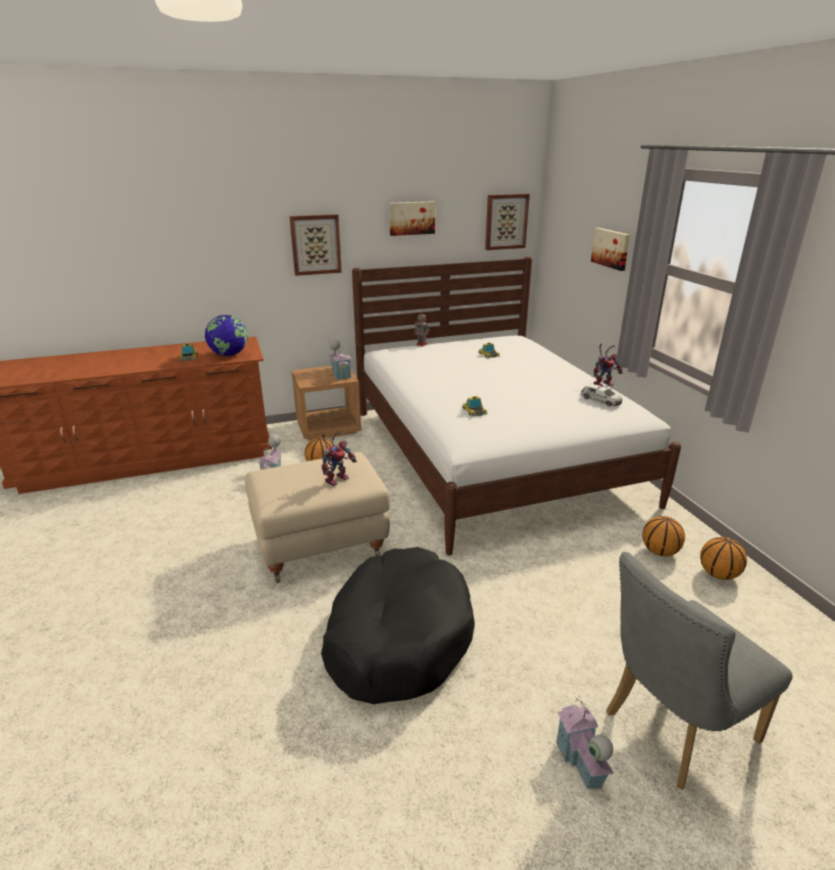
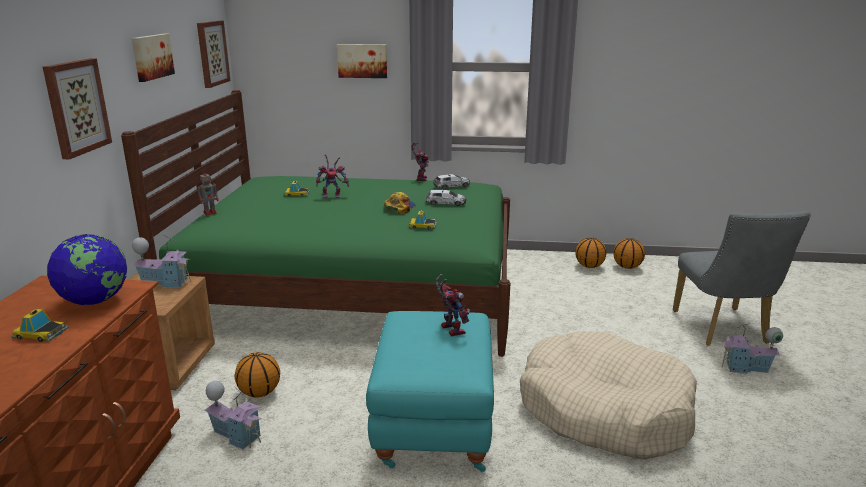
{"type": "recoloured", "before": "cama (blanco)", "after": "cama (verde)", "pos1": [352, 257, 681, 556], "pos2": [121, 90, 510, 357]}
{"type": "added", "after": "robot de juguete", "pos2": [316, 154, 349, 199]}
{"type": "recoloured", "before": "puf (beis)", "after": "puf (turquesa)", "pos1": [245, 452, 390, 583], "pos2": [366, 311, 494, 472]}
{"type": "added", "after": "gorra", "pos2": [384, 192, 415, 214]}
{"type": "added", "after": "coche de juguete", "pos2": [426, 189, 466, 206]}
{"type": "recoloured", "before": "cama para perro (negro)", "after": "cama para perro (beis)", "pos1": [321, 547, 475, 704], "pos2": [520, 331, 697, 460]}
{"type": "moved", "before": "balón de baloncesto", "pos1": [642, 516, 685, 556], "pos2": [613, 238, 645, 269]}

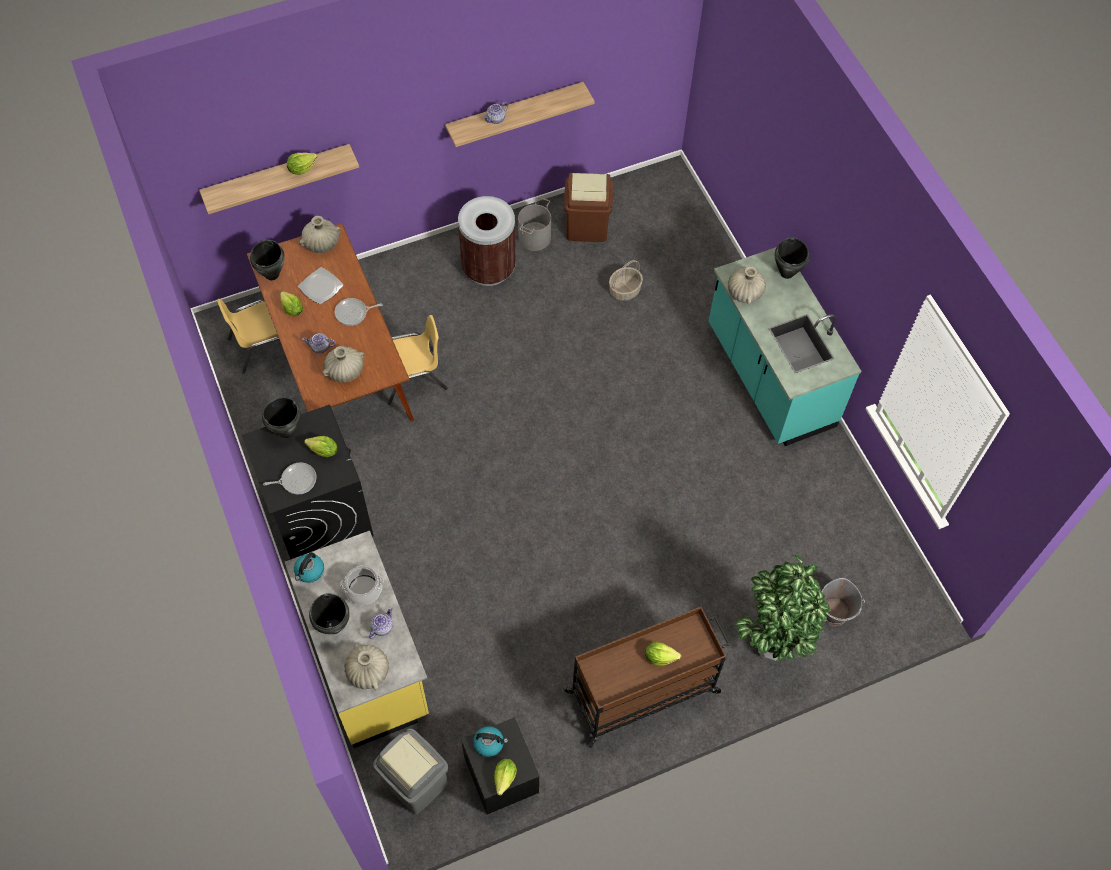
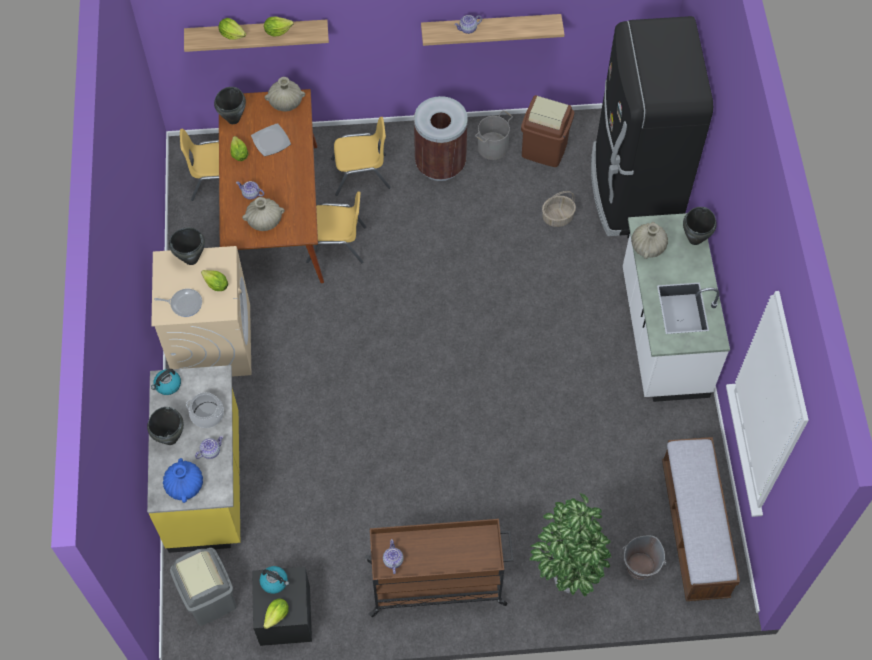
{"type": "recoloured", "before": "lavadora (negro)", "after": "lavadora (beis)", "pos1": [242, 405, 374, 559], "pos2": [151, 246, 251, 376]}
{"type": "recoloured", "before": "florero (beis)", "after": "florero (azul)", "pos1": [344, 644, 389, 691], "pos2": [163, 458, 203, 503]}
{"type": "moved", "before": "lechuga", "pos1": [645, 642, 681, 666], "pos2": [218, 18, 246, 40]}
{"type": "added", "after": "silla (amarillo)", "pos2": [331, 117, 391, 196]}
{"type": "added", "after": "tetera", "pos2": [383, 539, 404, 574]}
{"type": "added", "after": "nevera (negro)", "pos2": [591, 16, 713, 236]}
{"type": "recoloured", "before": "mueble bajo de cocina (turquesa)", "after": "mueble bajo de cocina (blanco)", "pos1": [708, 247, 861, 446], "pos2": [623, 213, 730, 402]}
{"type": "added", "after": "banco", "pos2": [662, 437, 740, 601]}
{"type": "removed", "before": "sartén", "pos1": [335, 298, 383, 326]}

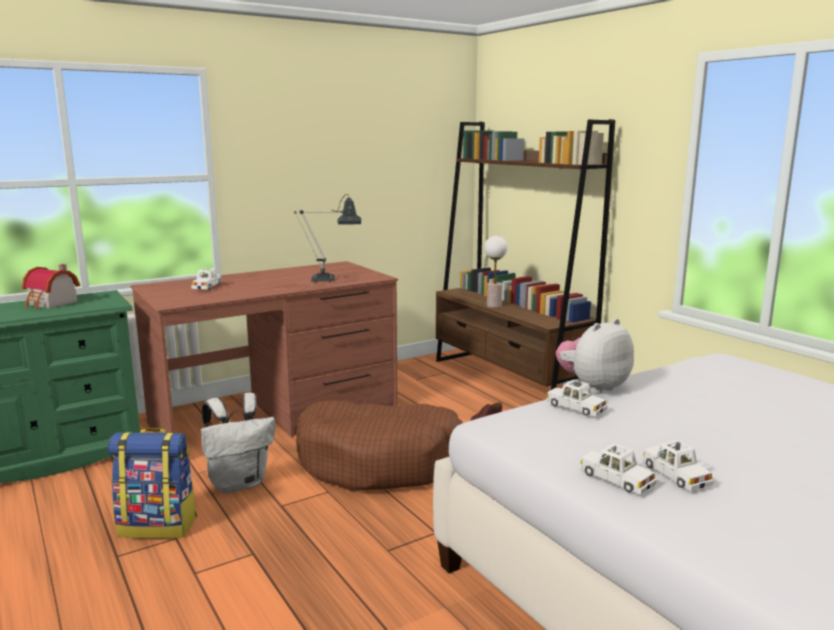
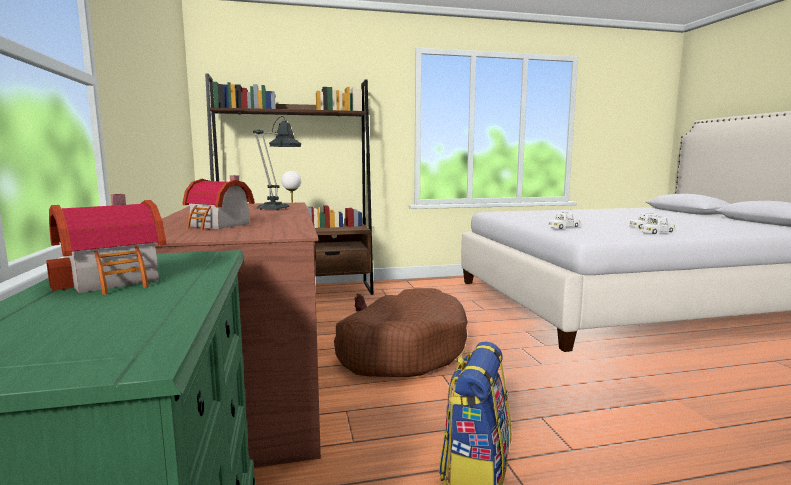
{"type": "replaced", "before": "coche de juguete (blanco)", "after": "casita", "pos1": [191, 268, 222, 290], "pos2": [182, 175, 255, 230]}
{"type": "removed", "before": "mochila (blanco)", "pos1": [201, 393, 275, 493]}
{"type": "removed", "before": "peluche", "pos1": [556, 318, 634, 394]}

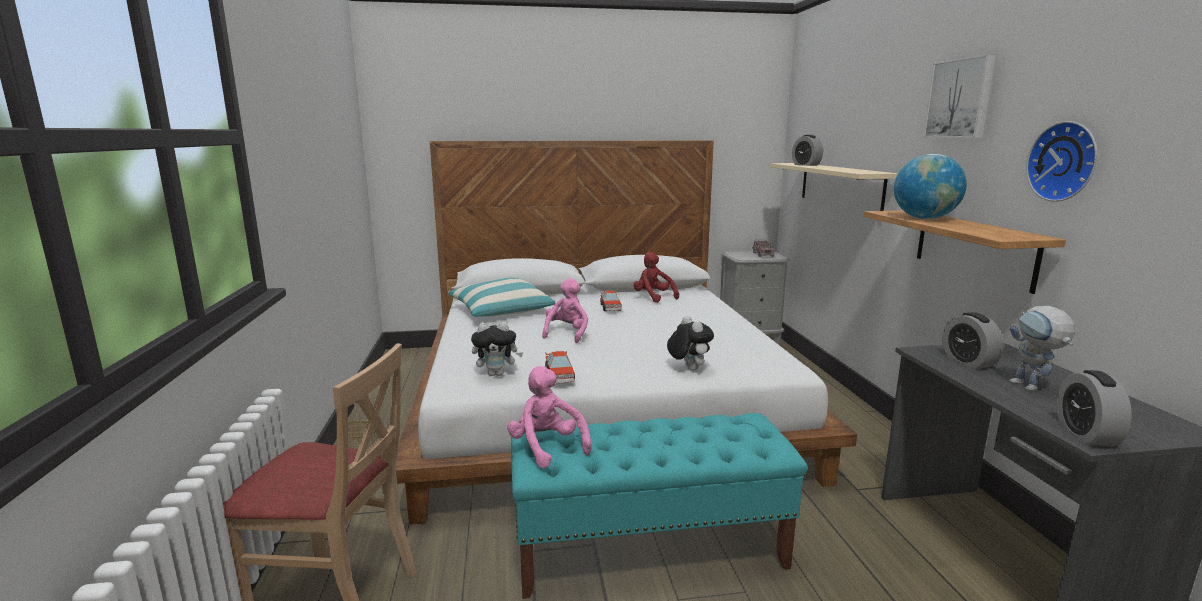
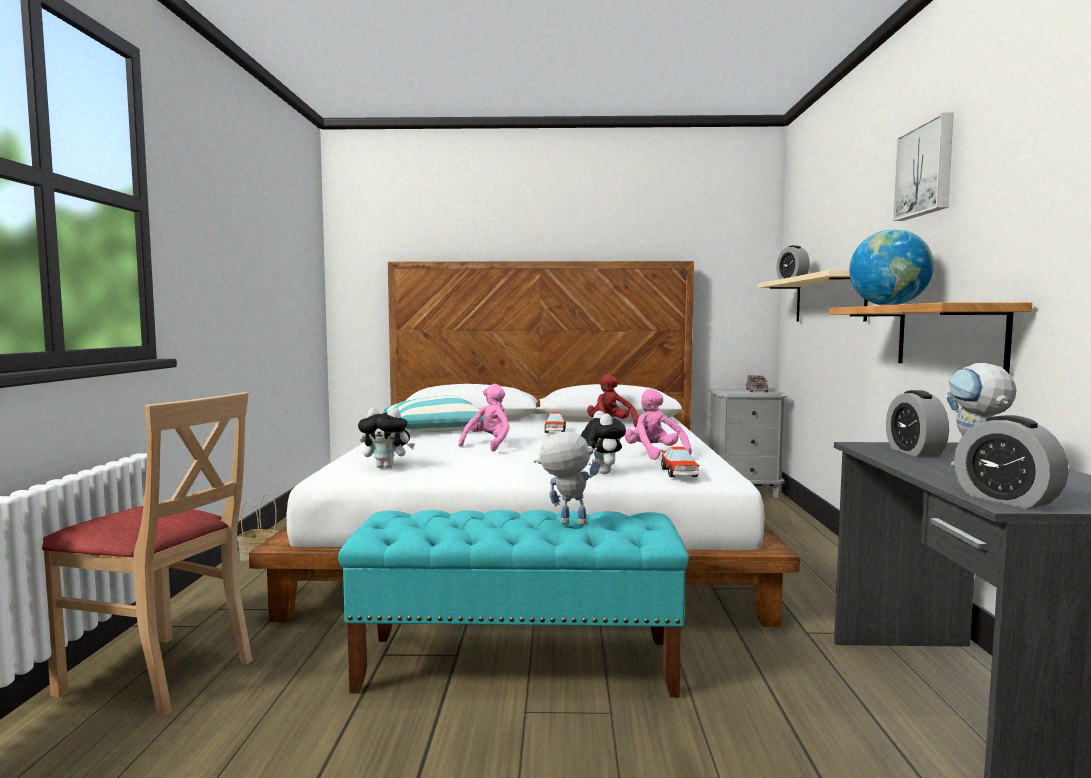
{"type": "added", "after": "robot de juguete", "pos2": [534, 431, 600, 525]}
{"type": "moved", "before": "peluche (rosa)", "pos1": [507, 366, 592, 468], "pos2": [624, 389, 692, 460]}
{"type": "moved", "before": "coche de juguete", "pos1": [545, 351, 575, 383], "pos2": [661, 446, 699, 477]}
{"type": "turned", "before": "despertador", "pos1": [1056, 370, 1132, 447], "pos2": [954, 415, 1069, 509], "turn": -45}
{"type": "removed", "before": "reloj de pared", "pos1": [1026, 121, 1097, 202]}

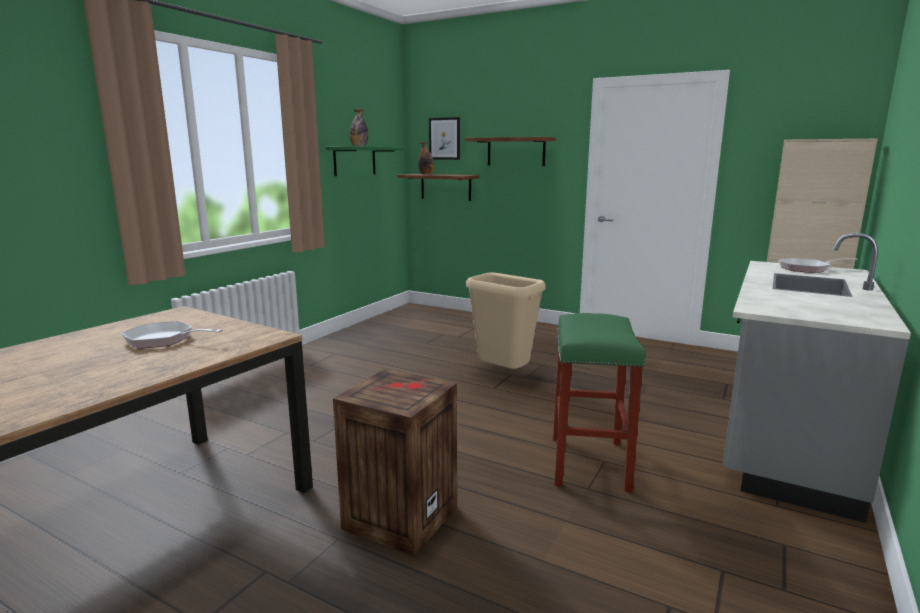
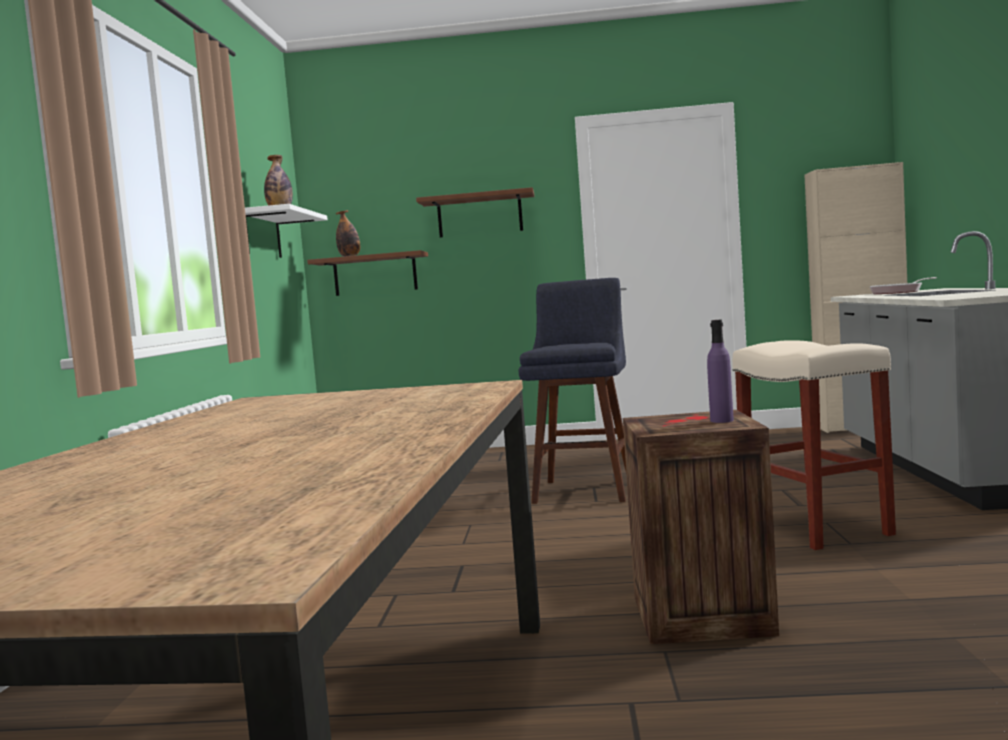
{"type": "recoloured", "before": "estante (verde)", "after": "estante (blanco)", "pos1": [326, 146, 405, 176], "pos2": [245, 204, 328, 258]}
{"type": "replaced", "before": "papelera (beis)", "after": "taburete (azul)", "pos1": [466, 273, 545, 369], "pos2": [519, 278, 626, 504]}
{"type": "added", "after": "botella (morado)", "pos2": [707, 320, 734, 423]}
{"type": "recoloured", "before": "taburete (verde)", "after": "taburete (beis)", "pos1": [553, 313, 645, 492], "pos2": [732, 340, 896, 550]}
{"type": "removed", "before": "sartén", "pos1": [121, 321, 223, 349]}
{"type": "removed", "before": "cuadro", "pos1": [429, 117, 460, 160]}

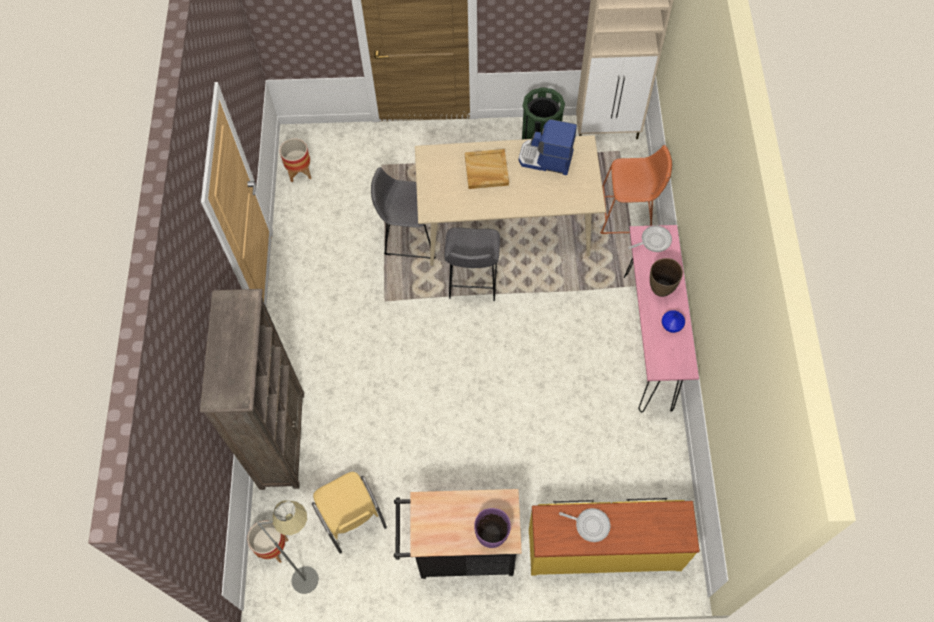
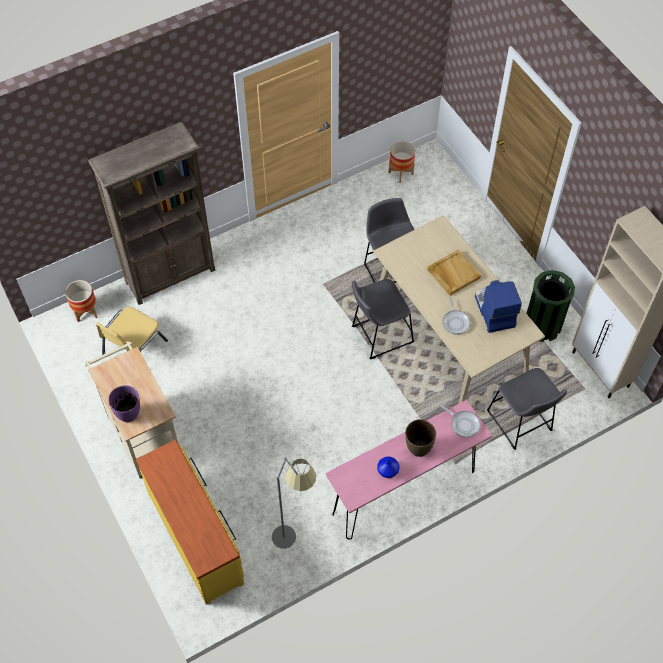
{"type": "recoloured", "before": "carrito (negro)", "after": "carrito (beis)", "pos1": [394, 489, 522, 579], "pos2": [84, 341, 178, 479]}
{"type": "moved", "before": "lámpara de pie (gris)", "pos1": [257, 500, 319, 594], "pos2": [272, 457, 316, 548]}
{"type": "moved", "before": "sartén", "pos1": [559, 508, 610, 542], "pos2": [442, 297, 470, 335]}
{"type": "recoloured", "before": "taburete (naranja)", "after": "taburete (gris)", "pos1": [600, 145, 672, 234], "pos2": [487, 368, 567, 450]}

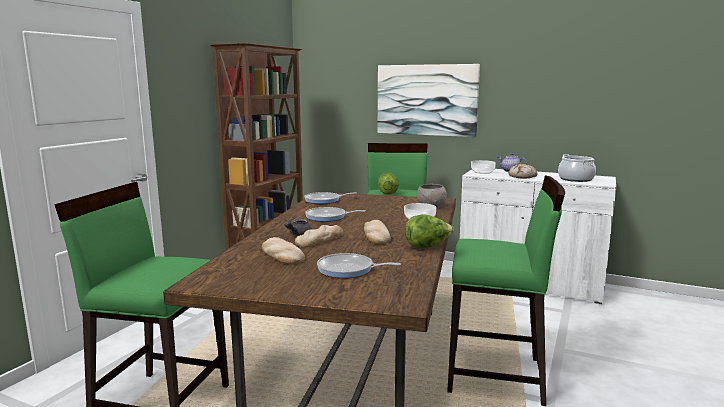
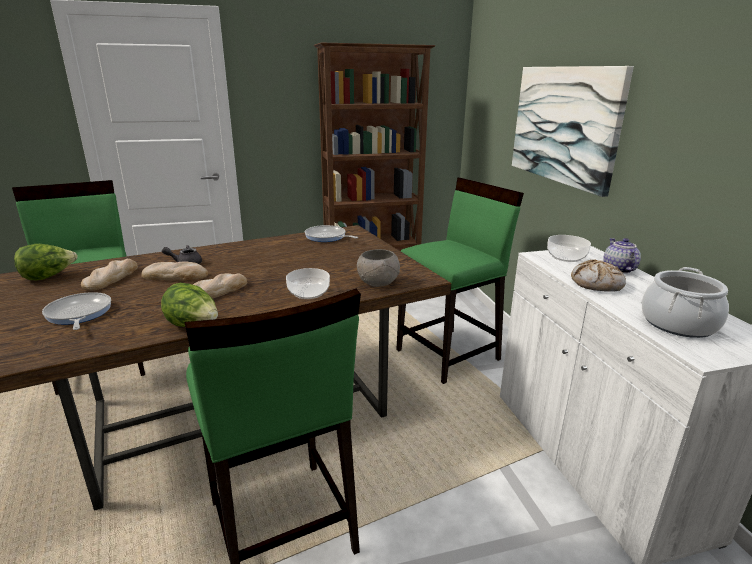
{"type": "moved", "before": "lechuga", "pos1": [378, 173, 399, 195], "pos2": [14, 244, 78, 280]}
{"type": "removed", "before": "sartén", "pos1": [305, 207, 366, 222]}

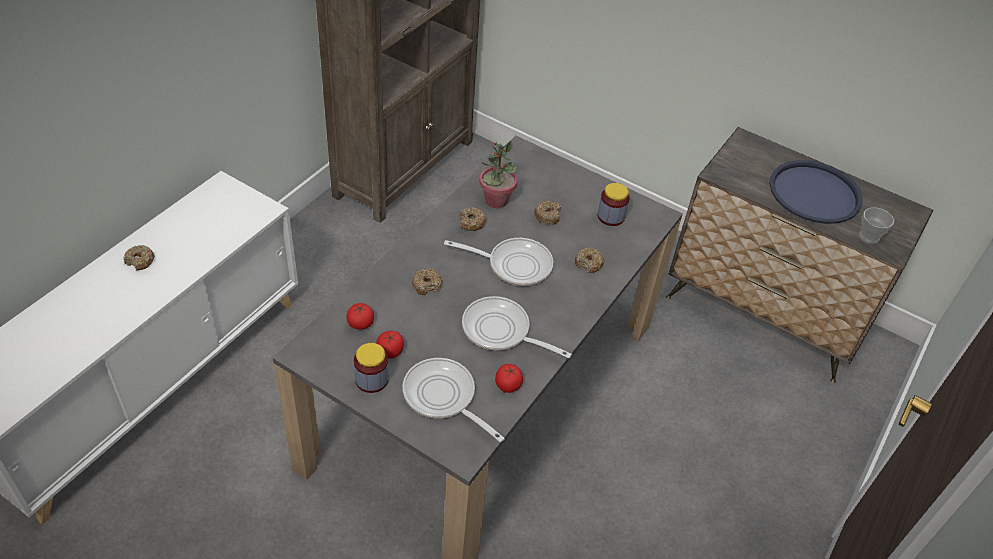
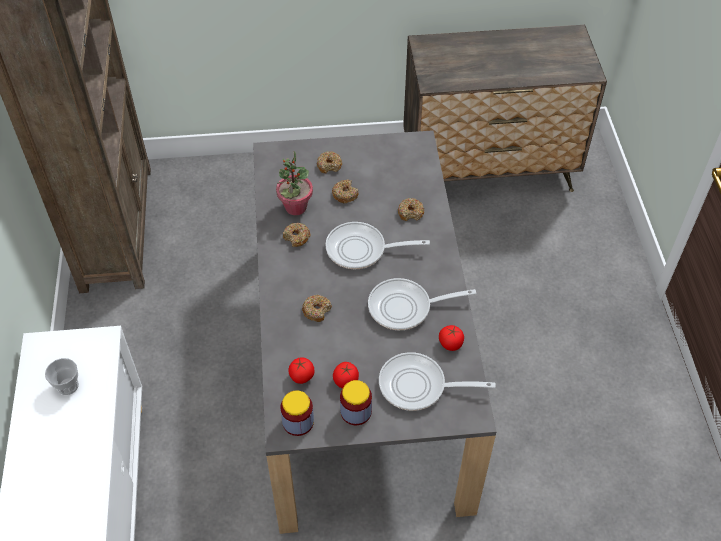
{"type": "moved", "before": "taza", "pos1": [859, 208, 894, 244], "pos2": [45, 358, 79, 395]}
{"type": "moved", "before": "tarro", "pos1": [598, 183, 630, 226], "pos2": [280, 390, 314, 436]}
{"type": "moved", "before": "rosquilla", "pos1": [123, 245, 155, 270], "pos2": [317, 151, 342, 174]}
{"type": "turned", "before": "sartén", "pos1": [444, 238, 553, 286], "pos2": [325, 222, 430, 269], "turn": -150}
{"type": "removed", "before": "bandeja (azul)", "pos1": [770, 160, 863, 224]}

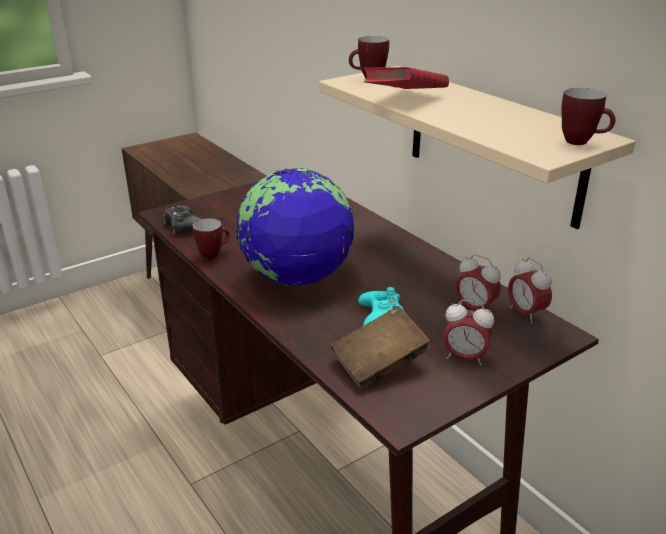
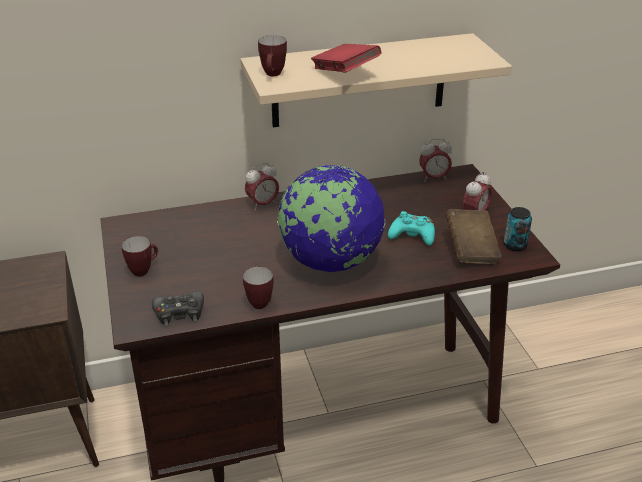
{"type": "moved", "before": "taza grande", "pos1": [562, 88, 615, 145], "pos2": [121, 236, 158, 277]}
{"type": "moved", "before": "despertador", "pos1": [455, 254, 501, 310], "pos2": [245, 162, 279, 210]}
{"type": "added", "after": "lata", "pos2": [503, 207, 532, 251]}

